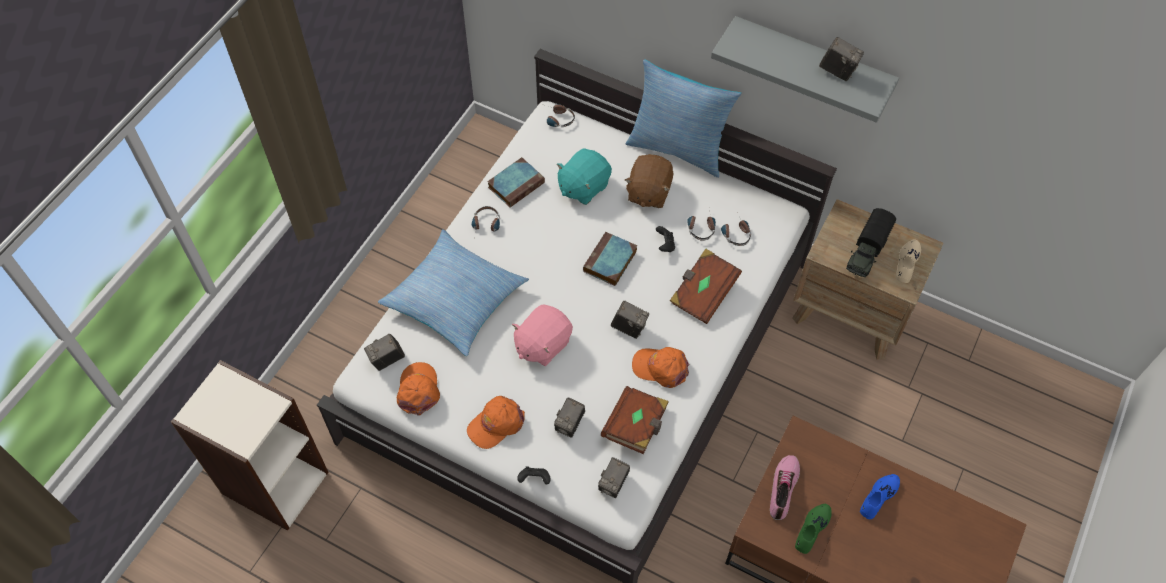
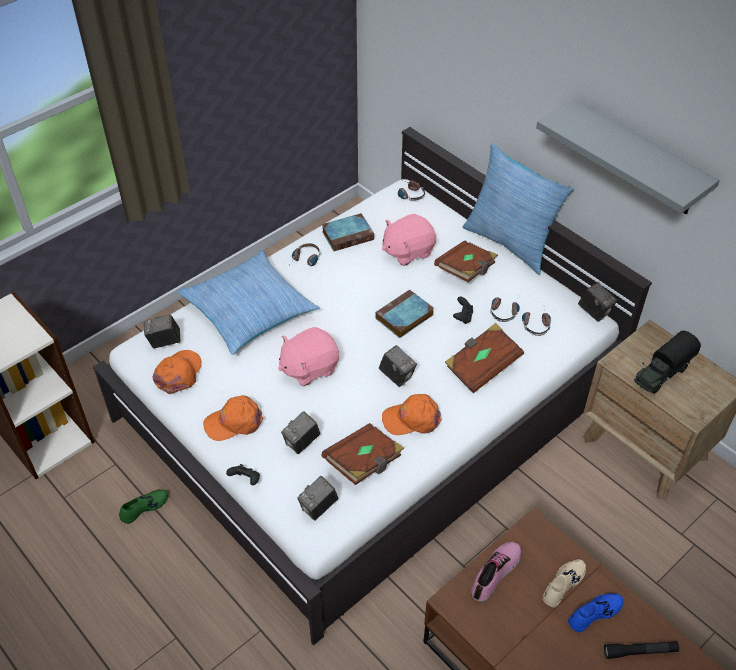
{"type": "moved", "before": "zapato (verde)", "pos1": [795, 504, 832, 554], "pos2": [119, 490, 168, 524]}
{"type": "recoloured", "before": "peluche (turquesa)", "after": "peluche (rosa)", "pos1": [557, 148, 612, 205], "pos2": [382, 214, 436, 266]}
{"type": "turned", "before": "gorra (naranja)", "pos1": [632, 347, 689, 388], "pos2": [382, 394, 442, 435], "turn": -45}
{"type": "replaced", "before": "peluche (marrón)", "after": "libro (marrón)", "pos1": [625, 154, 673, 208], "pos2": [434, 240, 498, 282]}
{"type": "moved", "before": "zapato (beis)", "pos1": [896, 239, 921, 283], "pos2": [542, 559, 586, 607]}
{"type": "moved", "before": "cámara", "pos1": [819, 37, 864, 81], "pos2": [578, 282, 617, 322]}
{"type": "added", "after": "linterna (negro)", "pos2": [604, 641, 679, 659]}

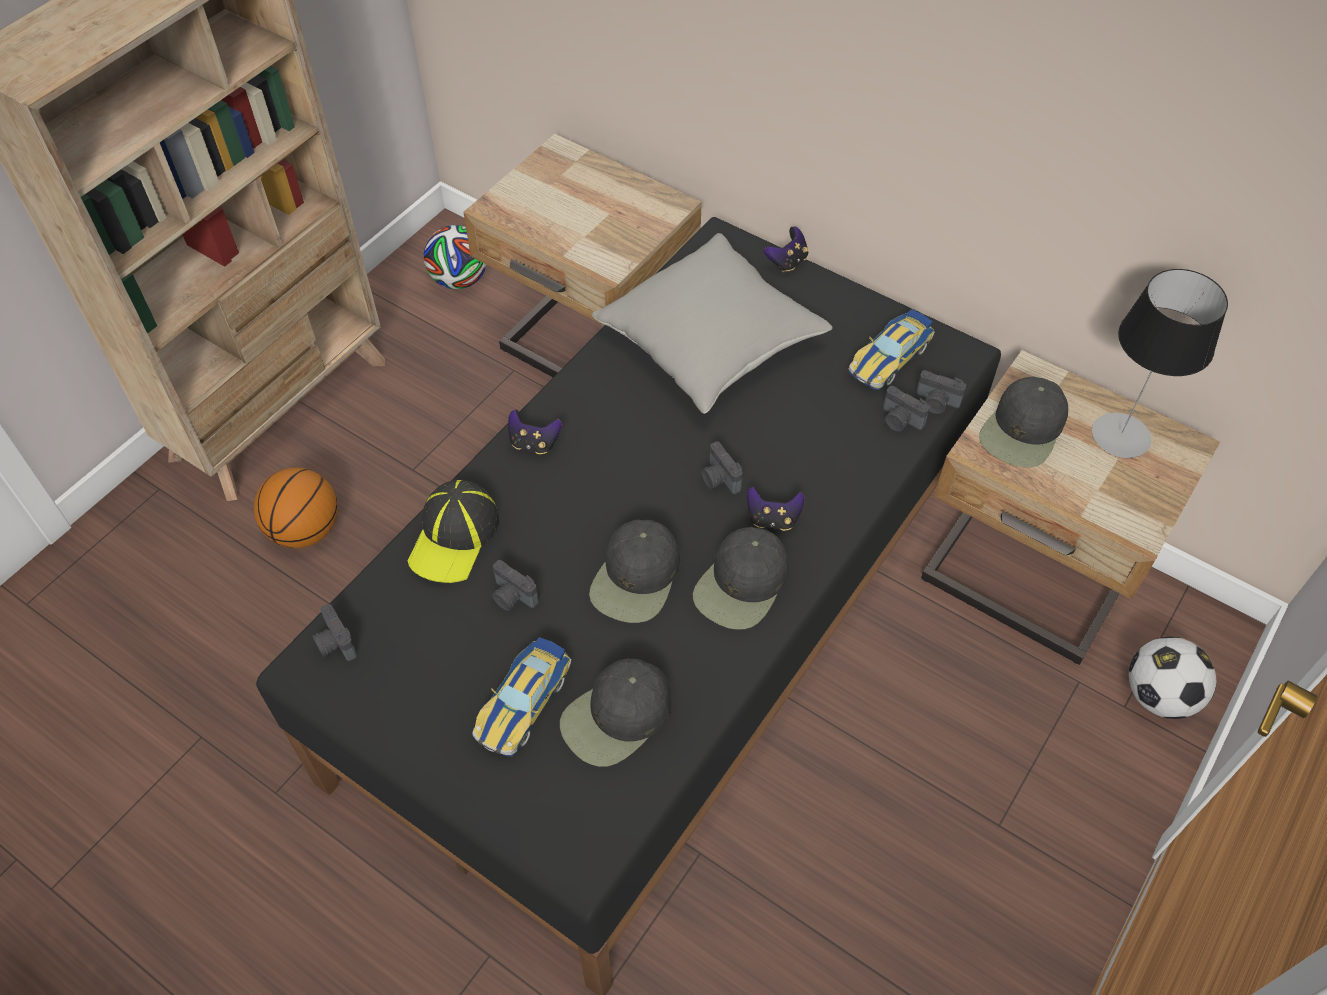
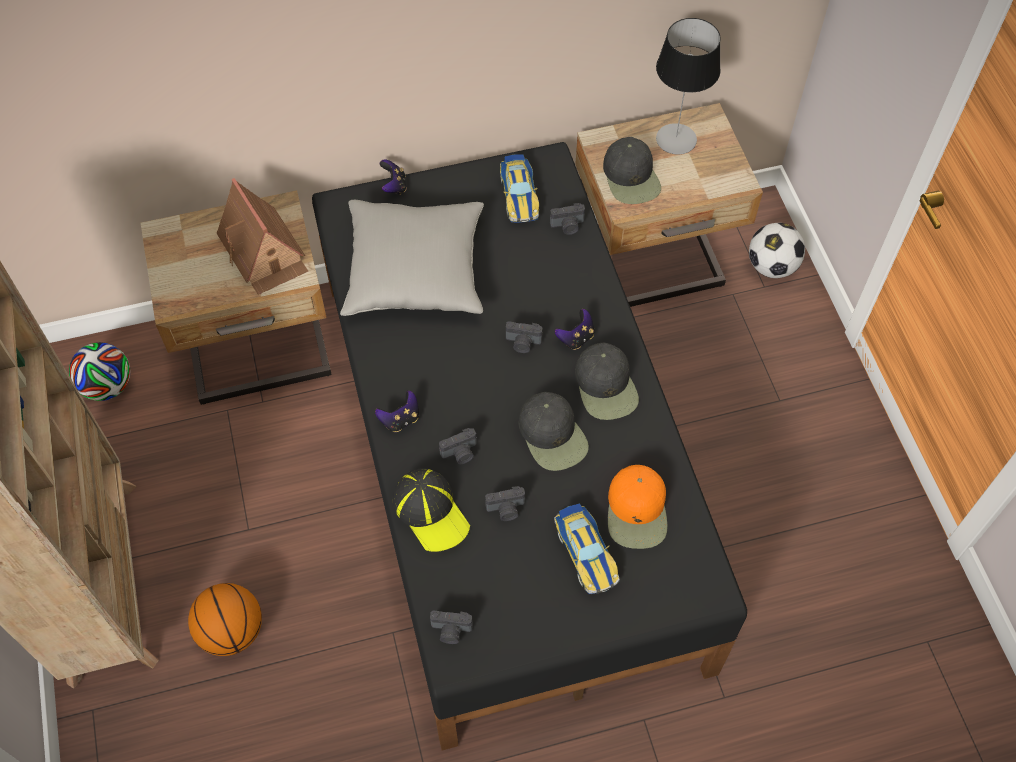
{"type": "added", "after": "casita", "pos2": [217, 178, 308, 295]}
{"type": "moved", "before": "cámara", "pos1": [916, 370, 966, 414], "pos2": [439, 428, 477, 464]}
{"type": "recoloured", "before": "gorra (negro)", "after": "gorra (naranja)", "pos1": [560, 659, 671, 767], "pos2": [608, 465, 667, 549]}

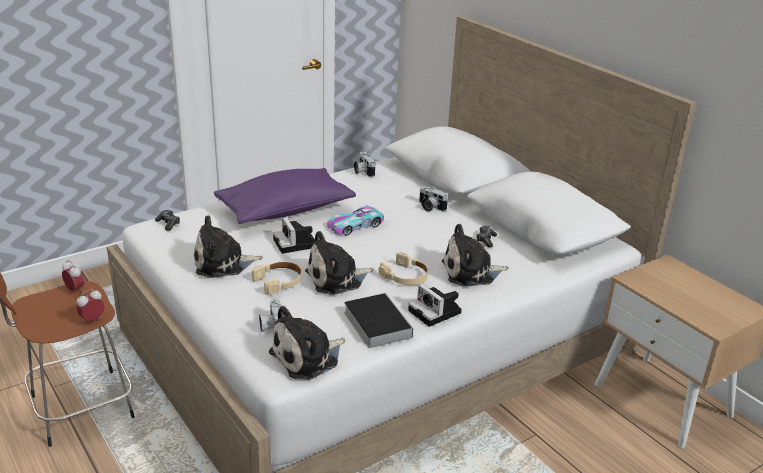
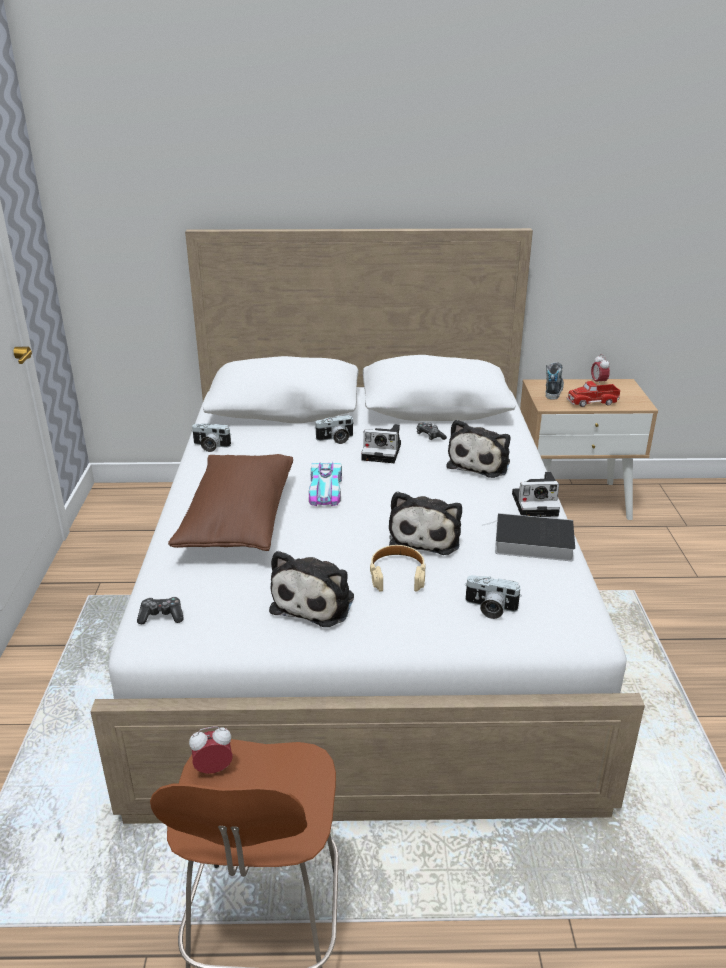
{"type": "recoloured", "before": "cojín (morado)", "after": "cojín (marrón)", "pos1": [214, 168, 356, 224], "pos2": [168, 454, 293, 551]}
{"type": "moved", "before": "cámara", "pos1": [273, 217, 315, 254], "pos2": [361, 424, 401, 463]}
{"type": "added", "after": "zapato", "pos2": [546, 362, 564, 400]}
{"type": "added", "after": "camión de juguete", "pos2": [567, 381, 620, 407]}
{"type": "moved", "before": "despertador", "pos1": [77, 289, 104, 322], "pos2": [591, 354, 610, 384]}
{"type": "removed", "before": "peluche", "pos1": [269, 306, 345, 380]}
{"type": "removed", "before": "auriculares (beis)", "pos1": [378, 252, 428, 286]}

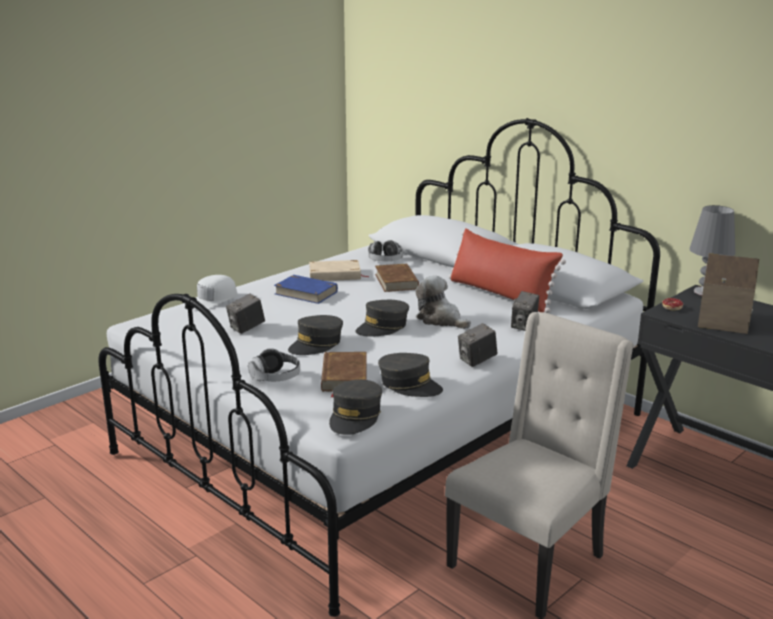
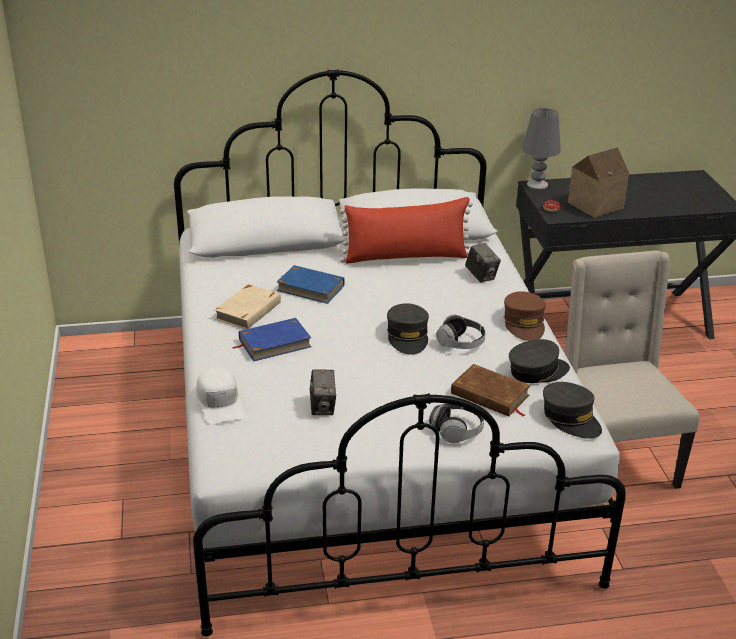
{"type": "recoloured", "before": "libro (marrón)", "after": "libro (azul)", "pos1": [375, 263, 419, 292], "pos2": [277, 265, 345, 304]}
{"type": "moved", "before": "auriculares", "pos1": [368, 240, 403, 261], "pos2": [436, 315, 486, 349]}
{"type": "replaced", "before": "cámara", "after": "gorra (marrón)", "pos1": [458, 323, 497, 367], "pos2": [504, 291, 546, 341]}
{"type": "removed", "before": "gorra (gris)", "pos1": [288, 315, 343, 355]}
{"type": "removed", "before": "peluche", "pos1": [416, 275, 471, 329]}

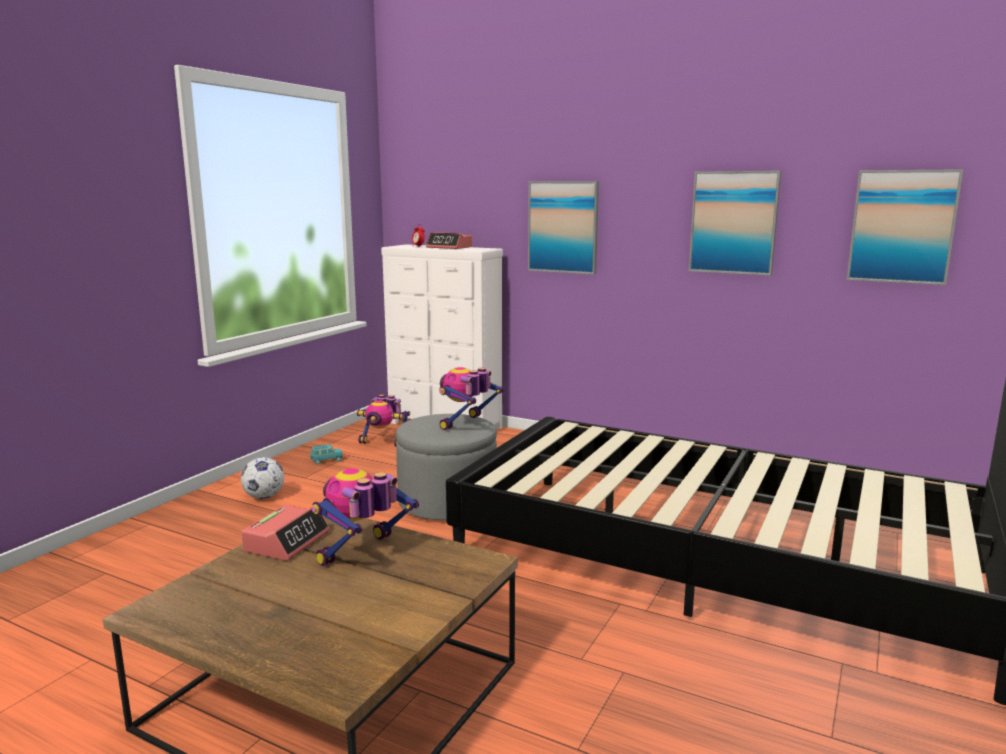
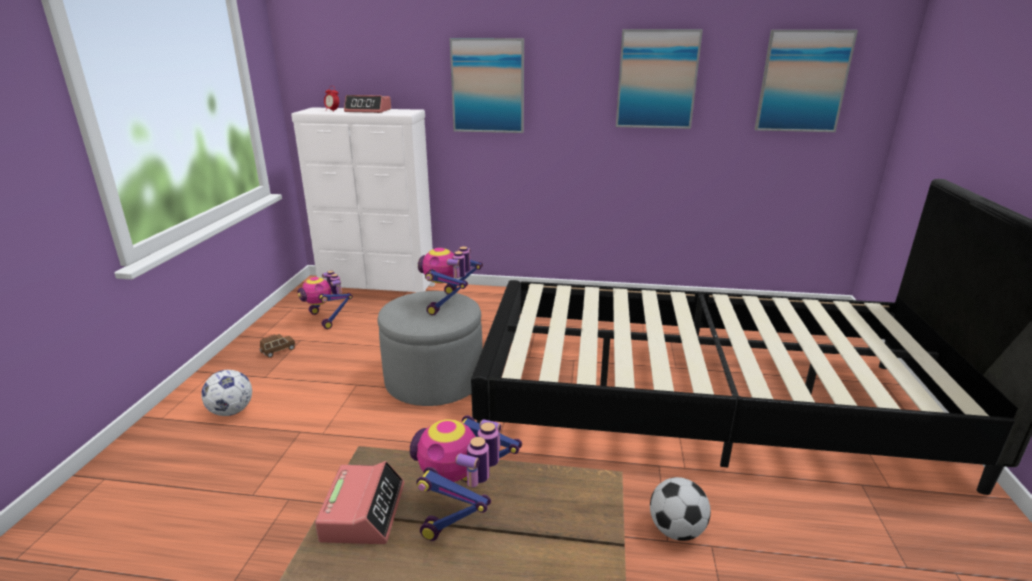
{"type": "recoloured", "before": "coche de juguete (turquesa)", "after": "coche de juguete (marrón)", "pos1": [310, 444, 343, 465], "pos2": [260, 334, 295, 358]}
{"type": "turned", "before": "robot de juguete", "pos1": [356, 394, 410, 446], "pos2": [298, 270, 353, 329], "turn": 60}
{"type": "added", "after": "balón de fútbol", "pos2": [650, 477, 711, 541]}

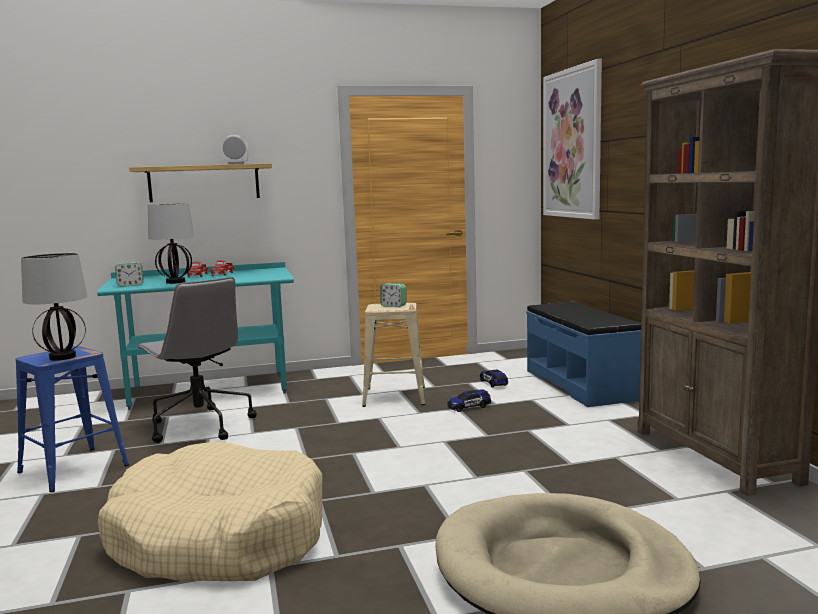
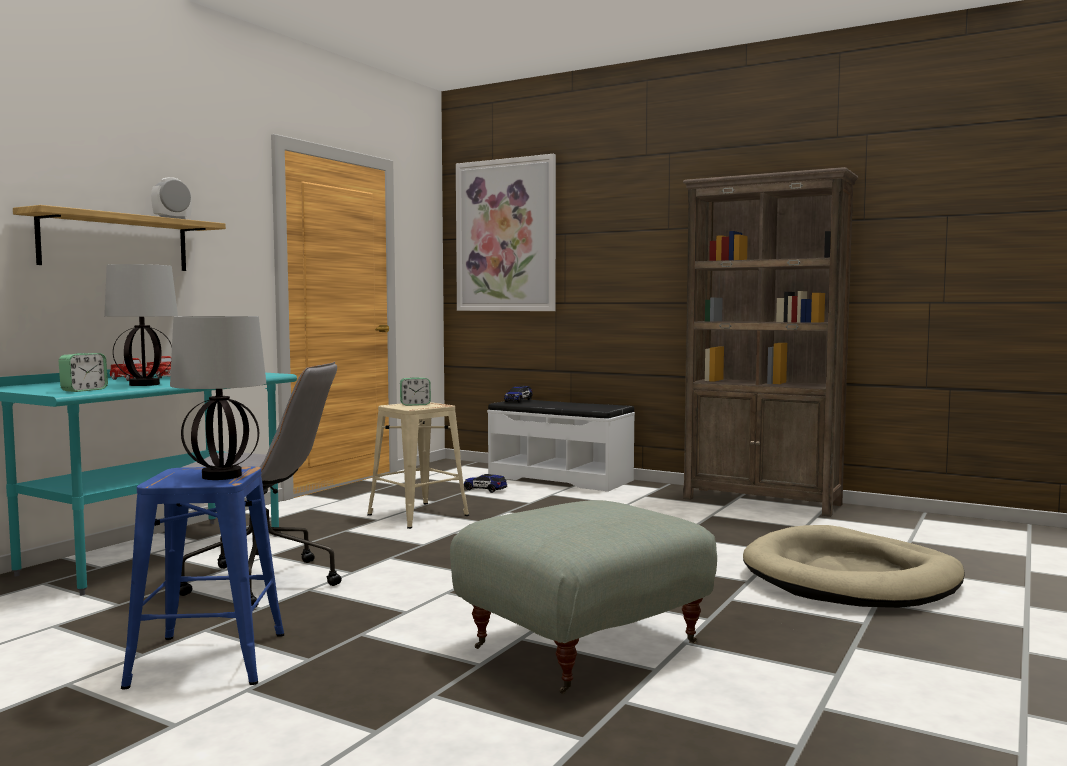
{"type": "replaced", "before": "cama para perro (beis)", "after": "puf (gris)", "pos1": [98, 442, 322, 581], "pos2": [450, 500, 717, 694]}
{"type": "recoloured", "before": "banco (azul)", "after": "banco (blanco)", "pos1": [526, 302, 641, 407], "pos2": [487, 399, 635, 492]}
{"type": "moved", "before": "coche de juguete", "pos1": [447, 390, 491, 412], "pos2": [504, 385, 533, 403]}

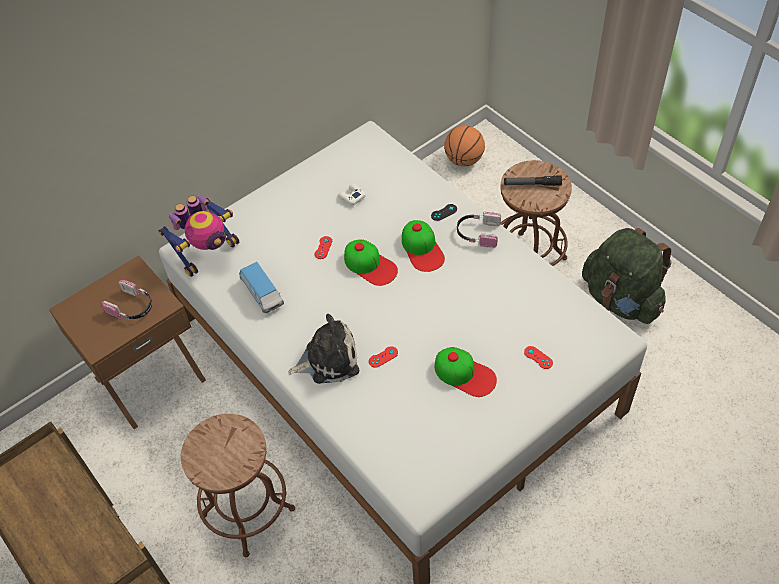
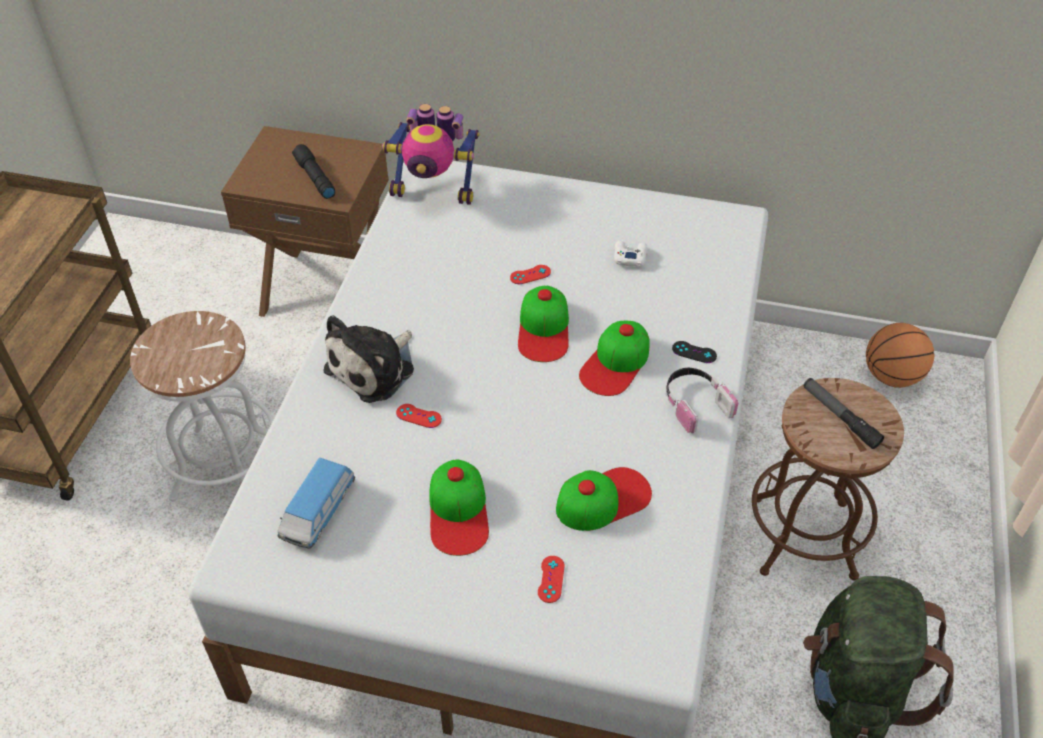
{"type": "recoloured", "before": "taburete (marrón)", "after": "taburete (blanco)", "pos1": [181, 414, 295, 557], "pos2": [130, 311, 274, 502]}
{"type": "moved", "before": "coche de juguete", "pos1": [239, 262, 284, 313], "pos2": [277, 458, 355, 549]}
{"type": "replaced", "before": "auriculares", "after": "linterna (negro)", "pos1": [101, 279, 152, 319], "pos2": [292, 144, 335, 199]}
{"type": "turned", "before": "peluche", "pos1": [288, 314, 359, 384], "pos2": [324, 315, 414, 403], "turn": 90}
{"type": "added", "after": "gorra", "pos2": [556, 467, 652, 531]}

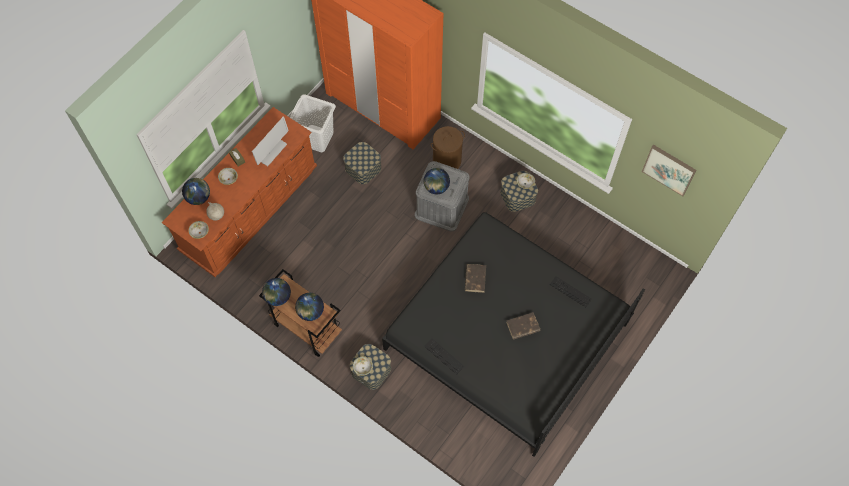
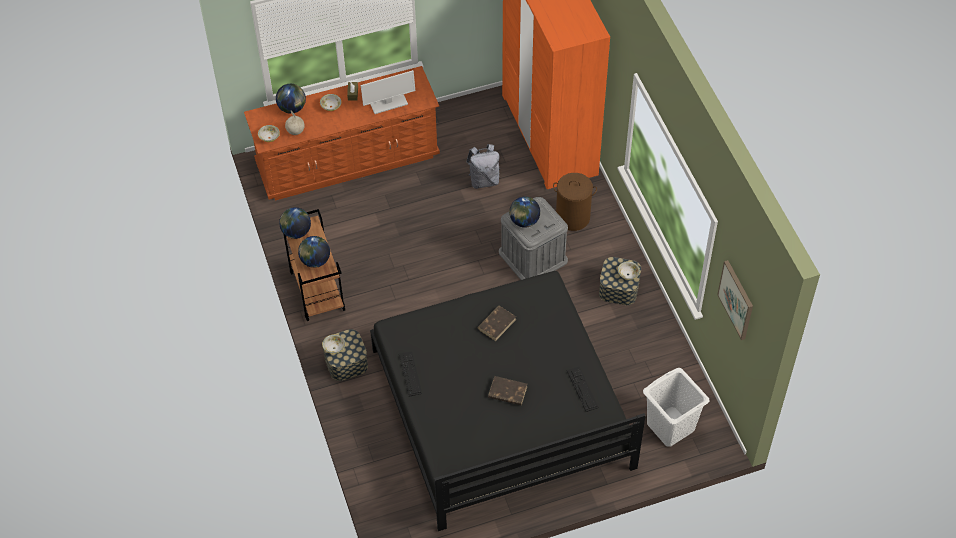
{"type": "replaced", "before": "caja de almacenaje", "after": "mochila (gris)", "pos1": [343, 142, 381, 184], "pos2": [466, 144, 500, 189]}
{"type": "moved", "before": "cesto de la ropa (blanco)", "pos1": [290, 94, 336, 152], "pos2": [643, 368, 710, 447]}

